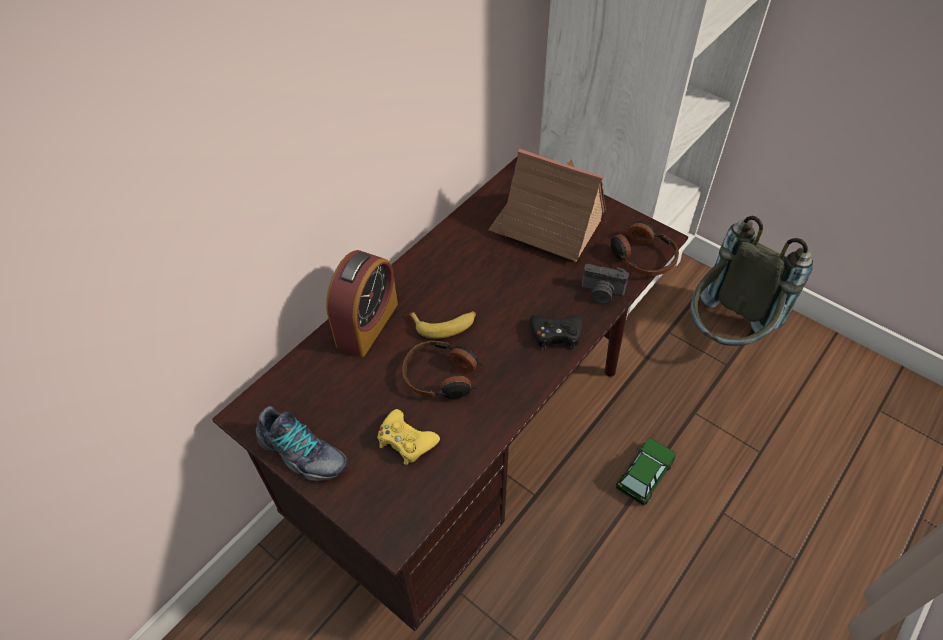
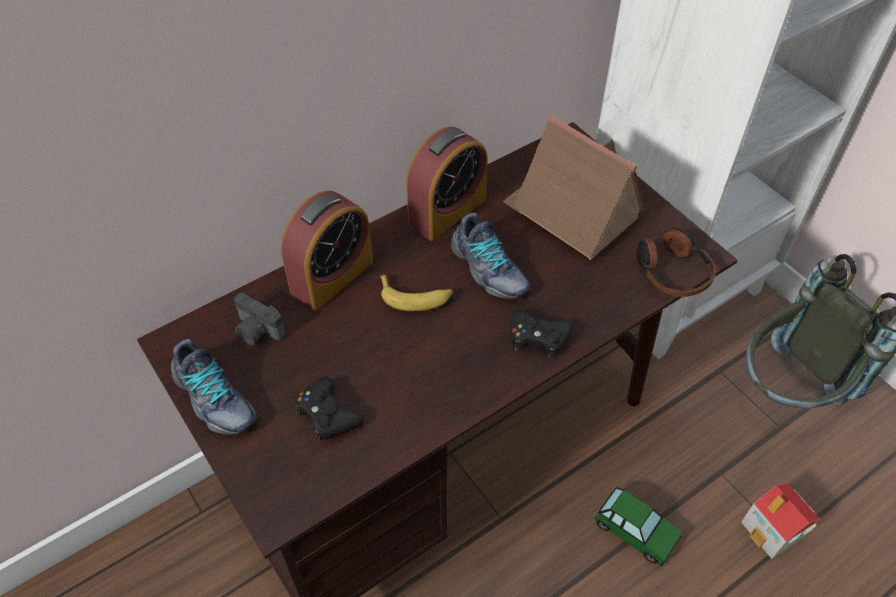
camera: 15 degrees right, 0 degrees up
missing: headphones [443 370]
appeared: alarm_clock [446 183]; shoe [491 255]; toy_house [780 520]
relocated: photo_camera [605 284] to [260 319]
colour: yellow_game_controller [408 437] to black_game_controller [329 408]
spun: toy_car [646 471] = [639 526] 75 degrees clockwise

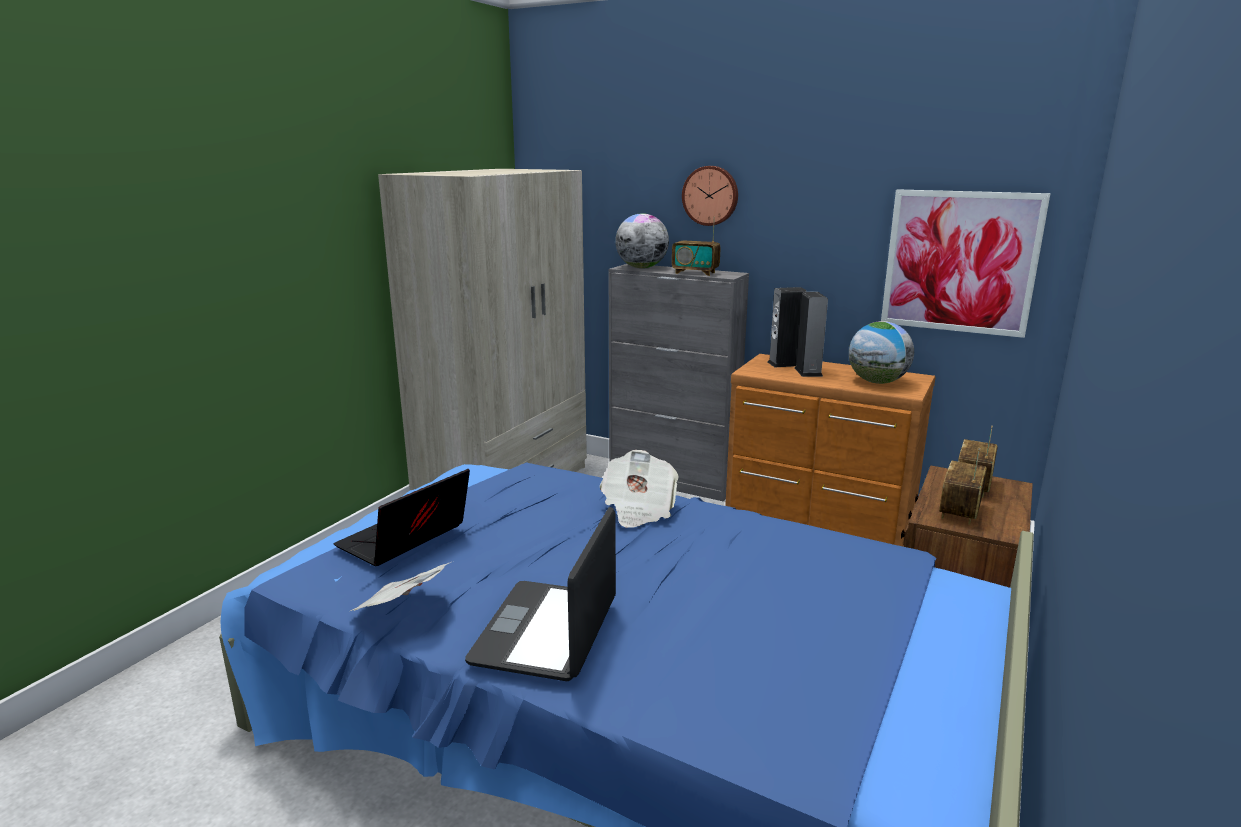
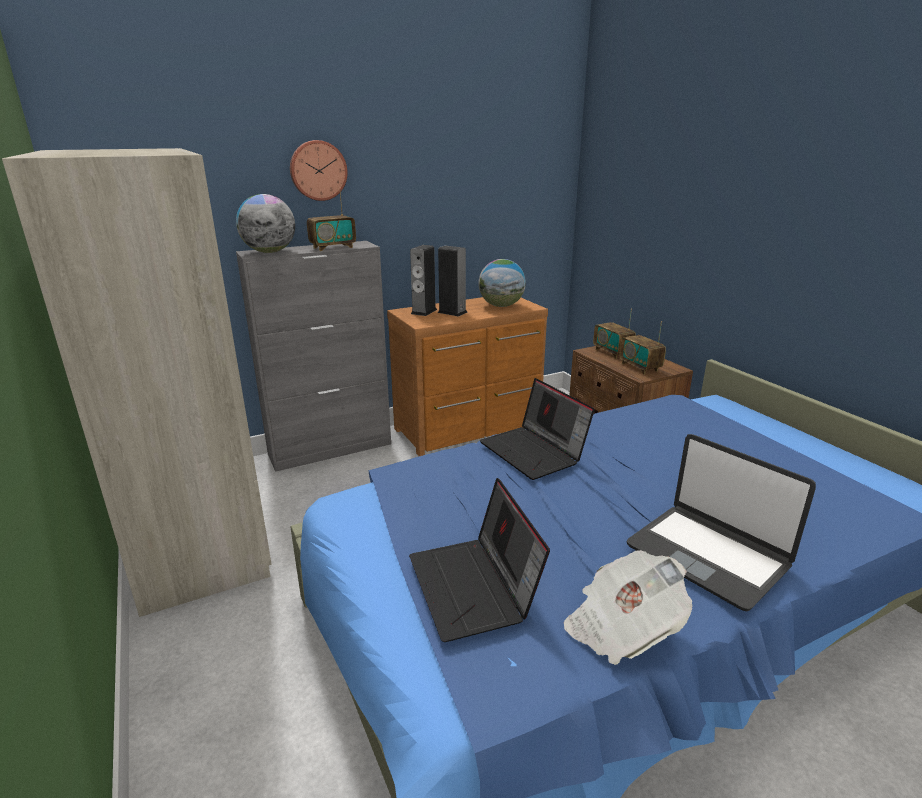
camera: 55 degrees left, 5 degrees up
missing: picture [965 263]
exchanged: newspaper [639 489] to laptop [537 429]

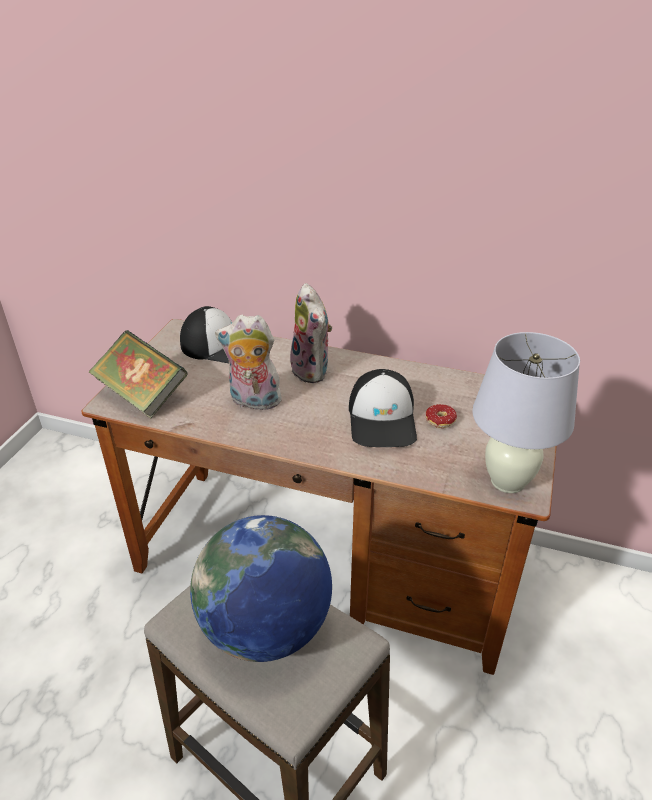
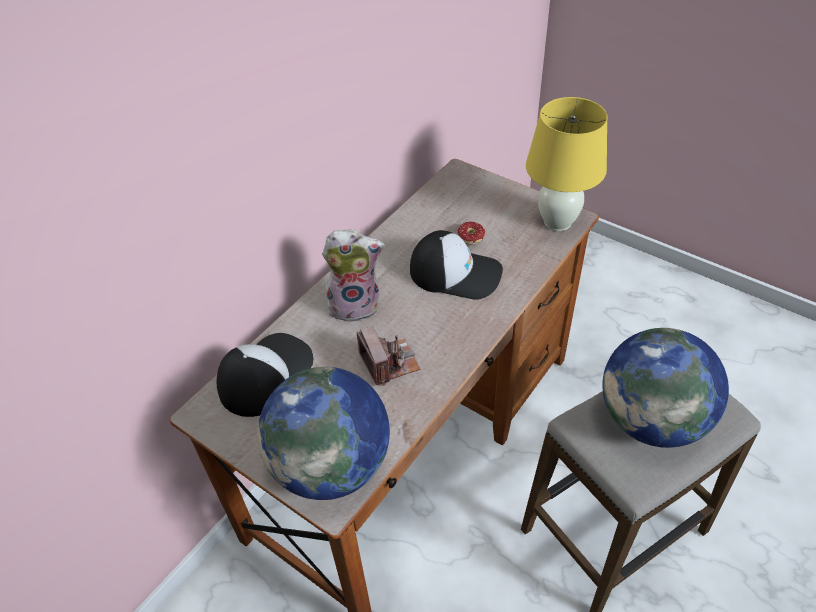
camera: 70 degrees left, 10 degrees up
exchanged: book [138 374] to globe [323 433]; plush_toy [249 362] to photo_camera [388 356]
colour: white_table_lamp [526 412] to yellow_table_lamp [567 164]

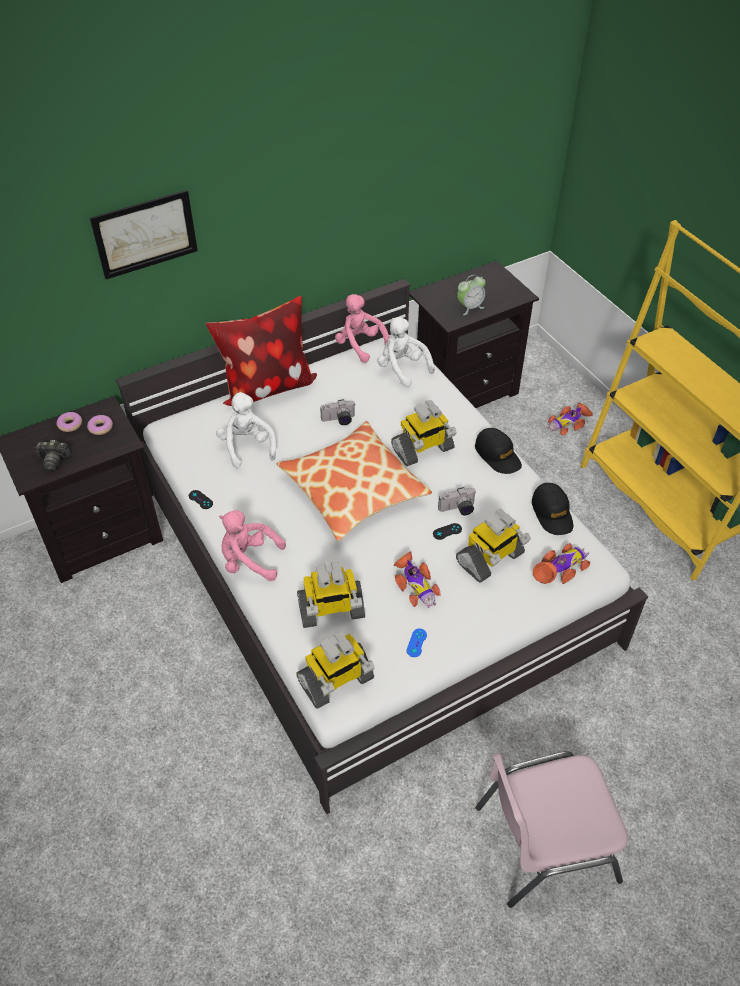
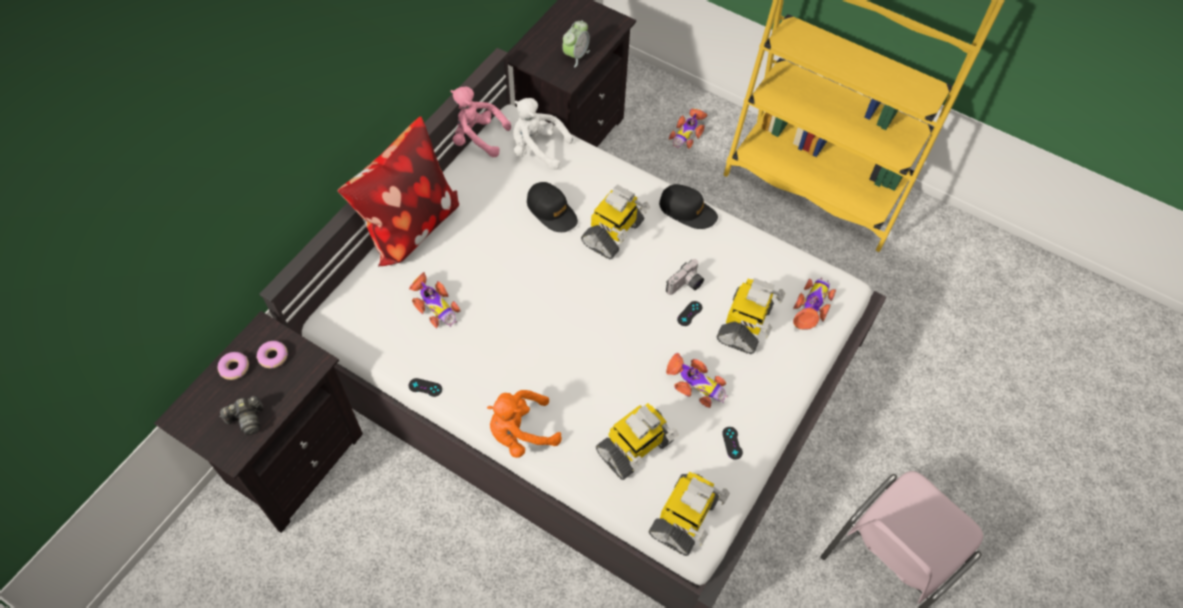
camera: 30 degrees left, 10 degrees up
missing: picture [144 234]; pillow [354 481]; photo_camera [338 412]
relocated: black_cap [552 509] to [552 207]
exchanged: white_plush_toy [246 430] to toy_car [435 300]
colour: pink_plush_toy [252 545] to orange_plush_toy [524 424]; blue_game_controller [417 642] to black_game_controller [732 443]

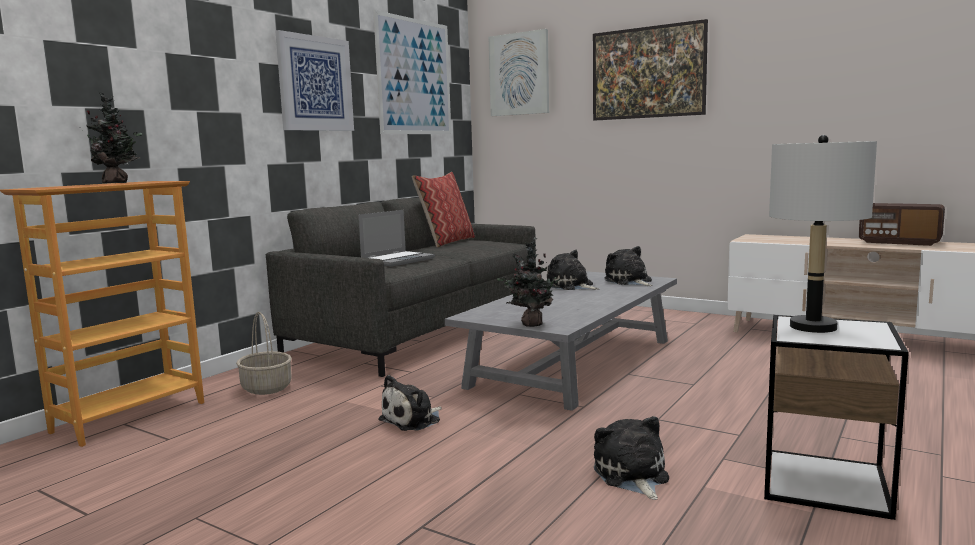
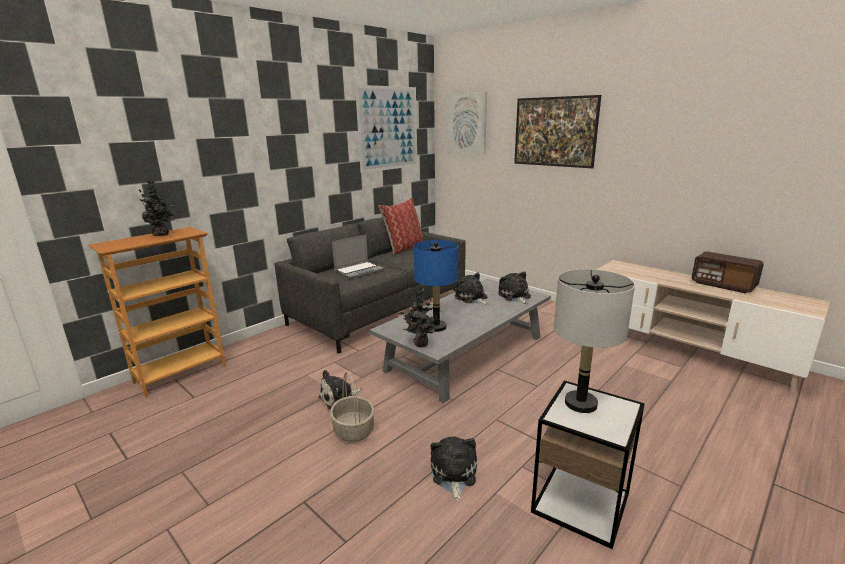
camera: 10 degrees right, 10 degrees up
missing: picture [315 80]
appeared: blue_table_lamp [436 286]
relocated: basket [264 353] to [352 407]

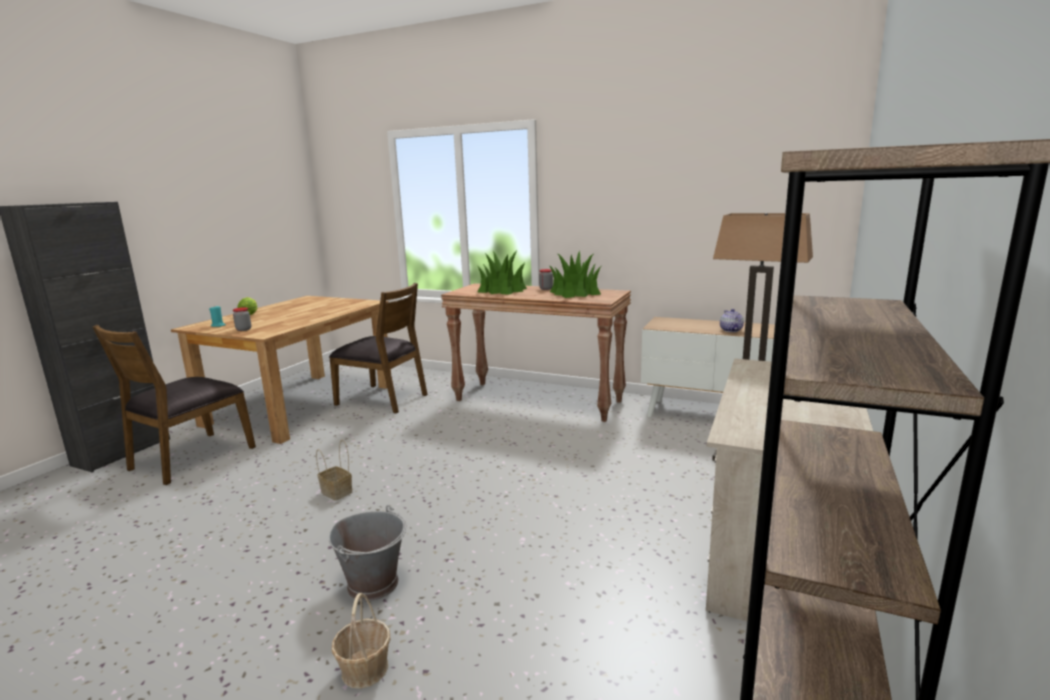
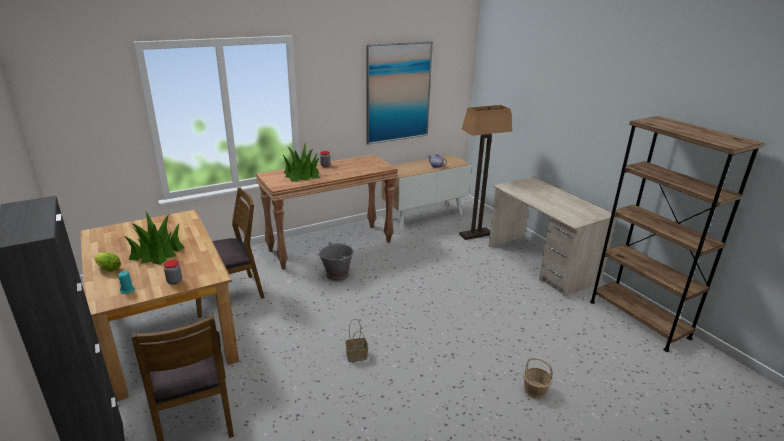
camera: 55 degrees left, 10 degrees up
appeared: picture [399 92]
relocated: potted_plant [575 274] to [154 238]; grey_bucket [367 553] to [336 261]

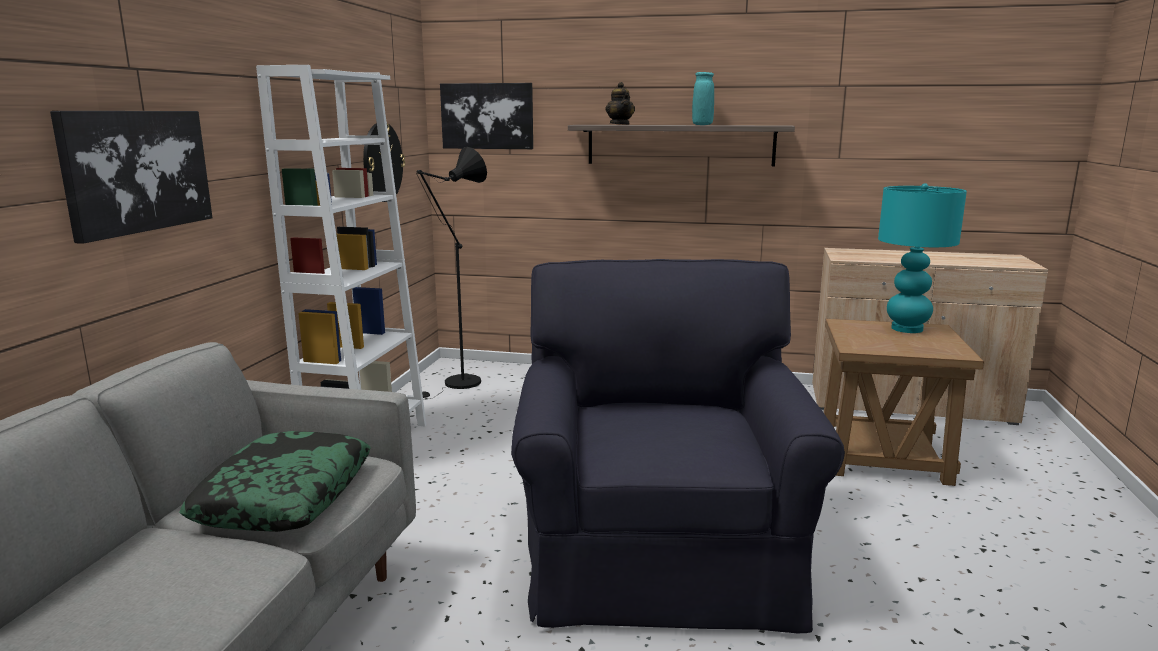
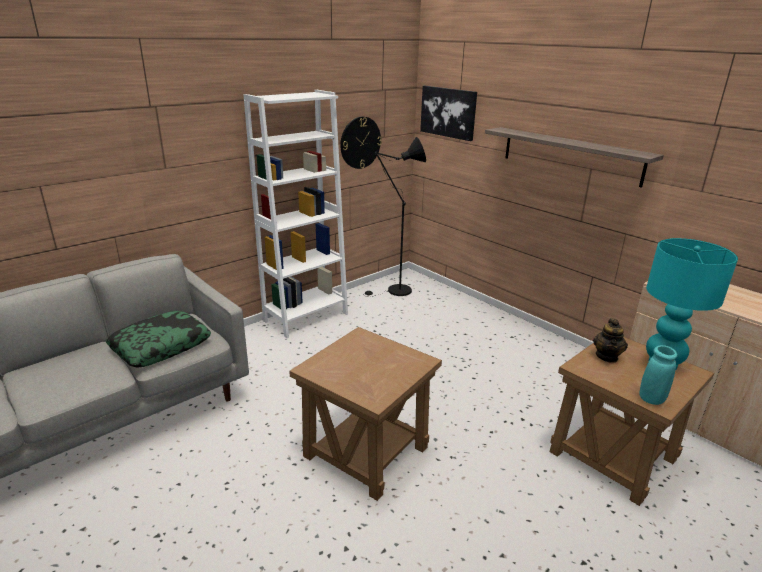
camera: 35 degrees right, 10 degrees up
missing: picture [131 177]
relocated: teapot [620 103] to [610 340]; turquoise_vase [703 98] to [658 375]
exchanged: black_armchair [678 446] to brown_side_table [365 414]

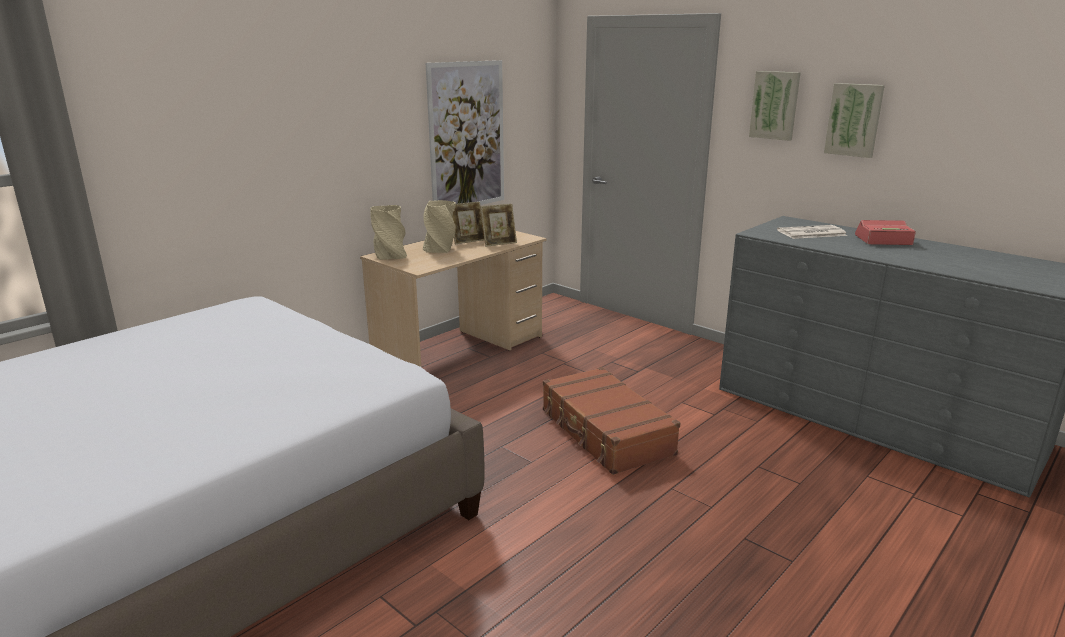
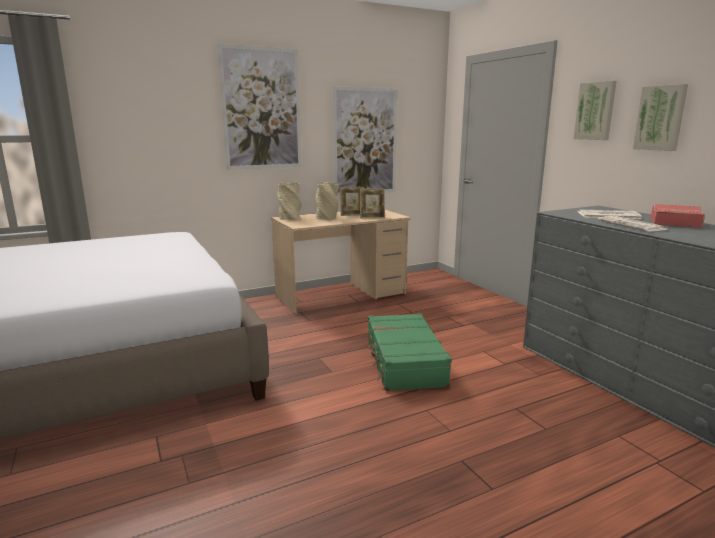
camera: 20 degrees right, 5 degrees down
appeared: picture [259 107]; newspaper [633 223]
colour: brown_suitcase [611 421] to green_suitcase [408 352]

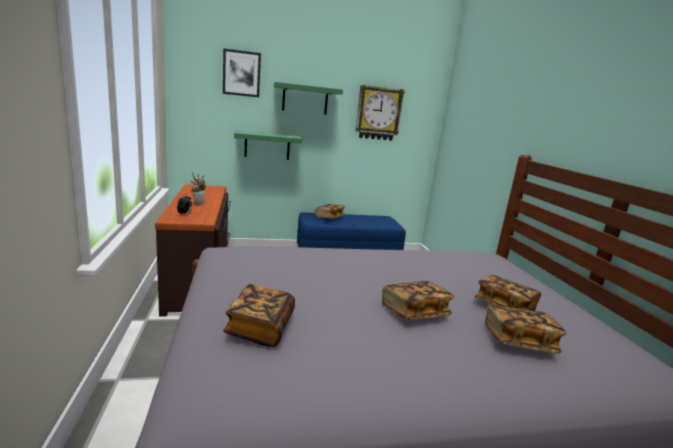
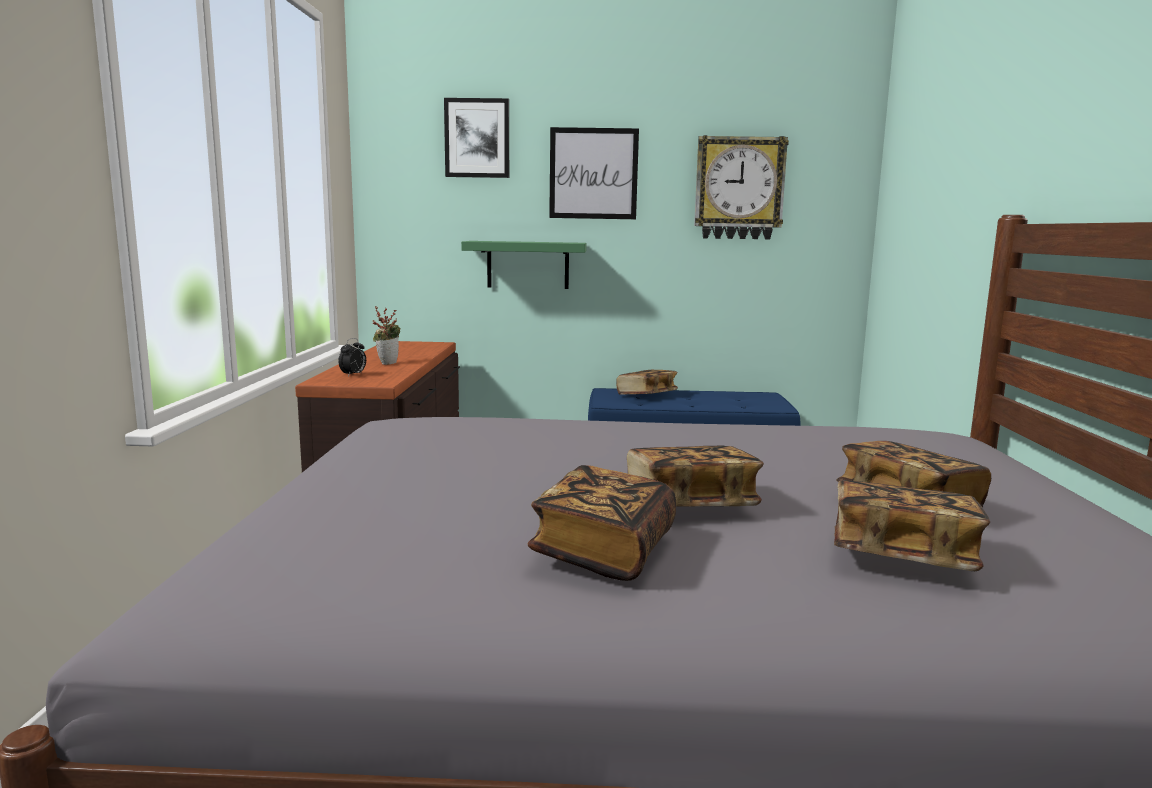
camera: 15 degrees right, 5 degrees down
relocated: book [259 315] to [602 523]
exchanged: green_shelf [308 98] to picture [594 173]

